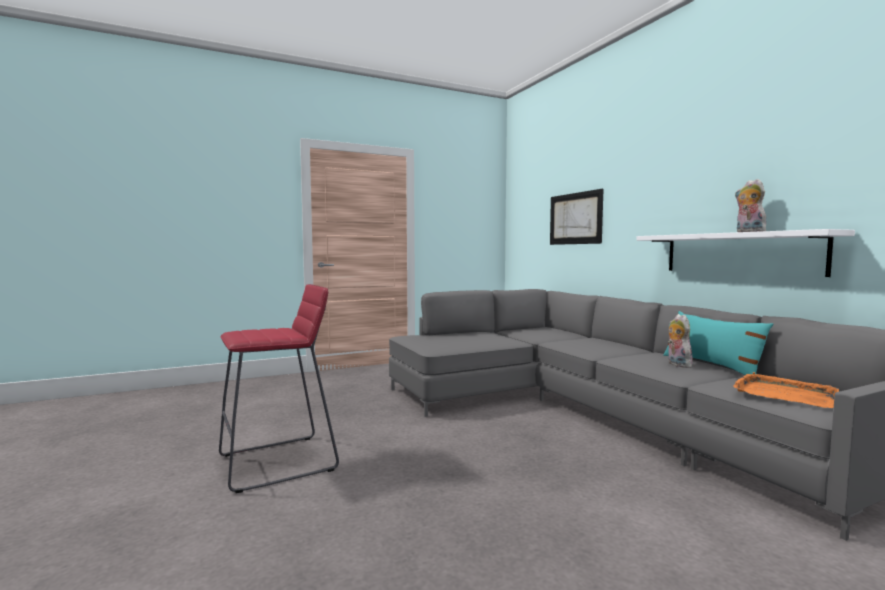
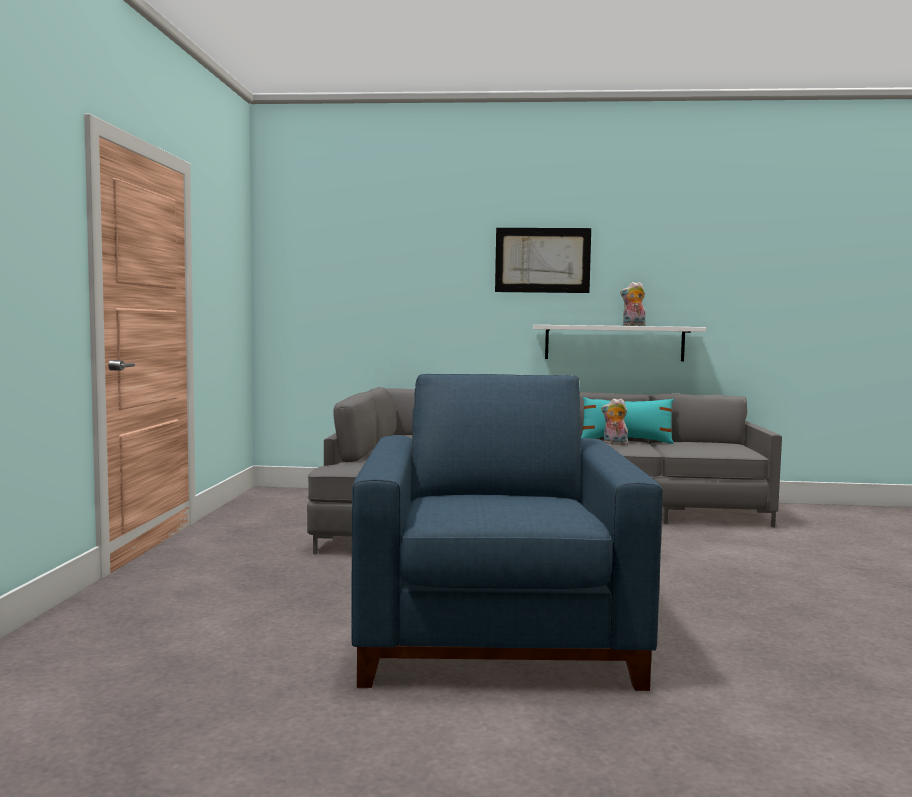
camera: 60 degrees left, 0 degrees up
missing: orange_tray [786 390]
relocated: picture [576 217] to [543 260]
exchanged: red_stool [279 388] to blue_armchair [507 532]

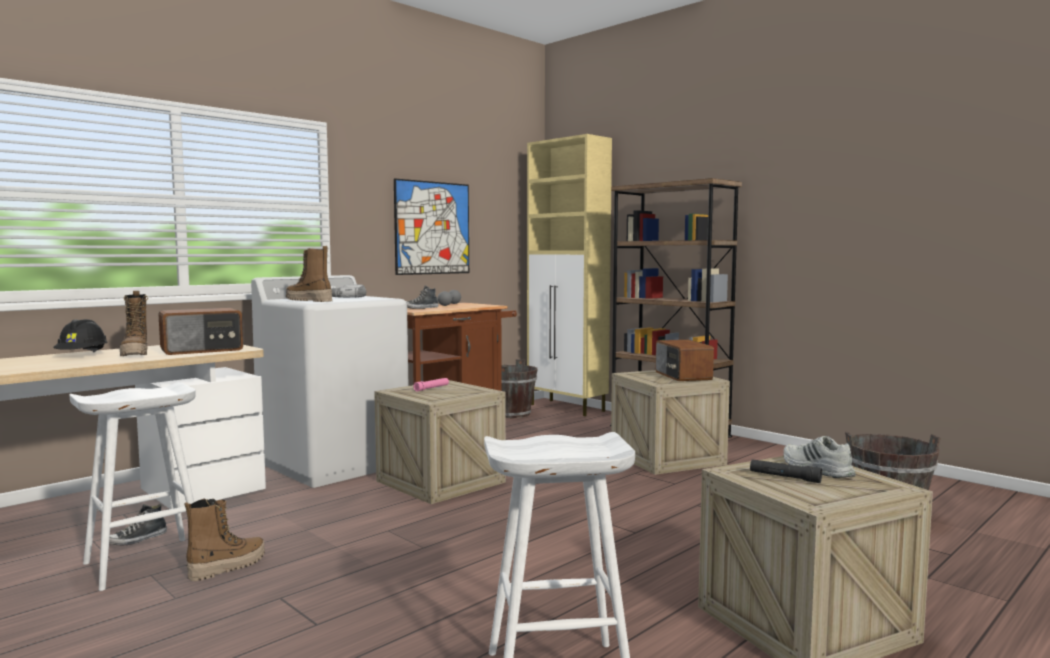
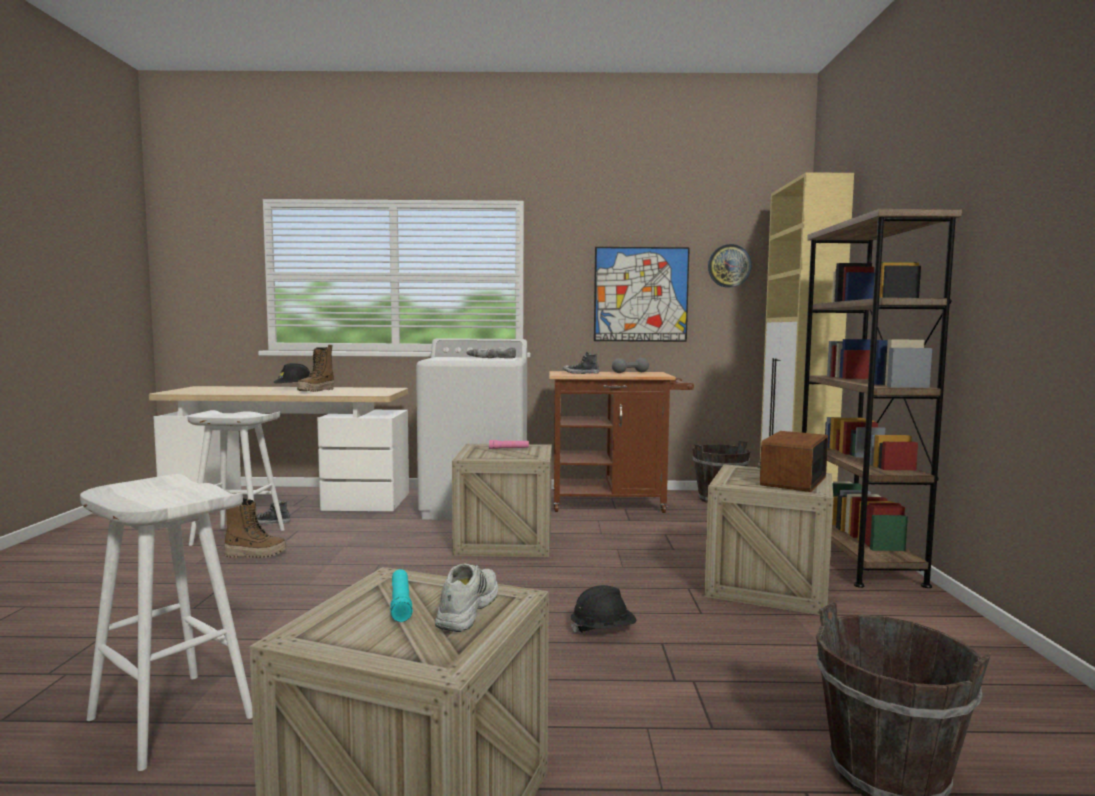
camera: 45 degrees right, 0 degrees up
missing: radio [200 331]; boot [309 274]
appeared: black_hard_hat [603 609]; wall_clock [730 266]
colour: black_flashlight [786 471] to turquoise_flashlight [401 595]

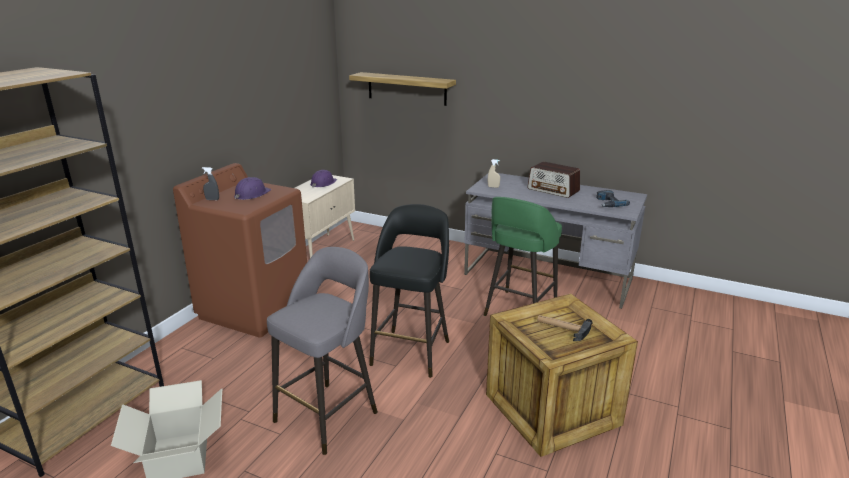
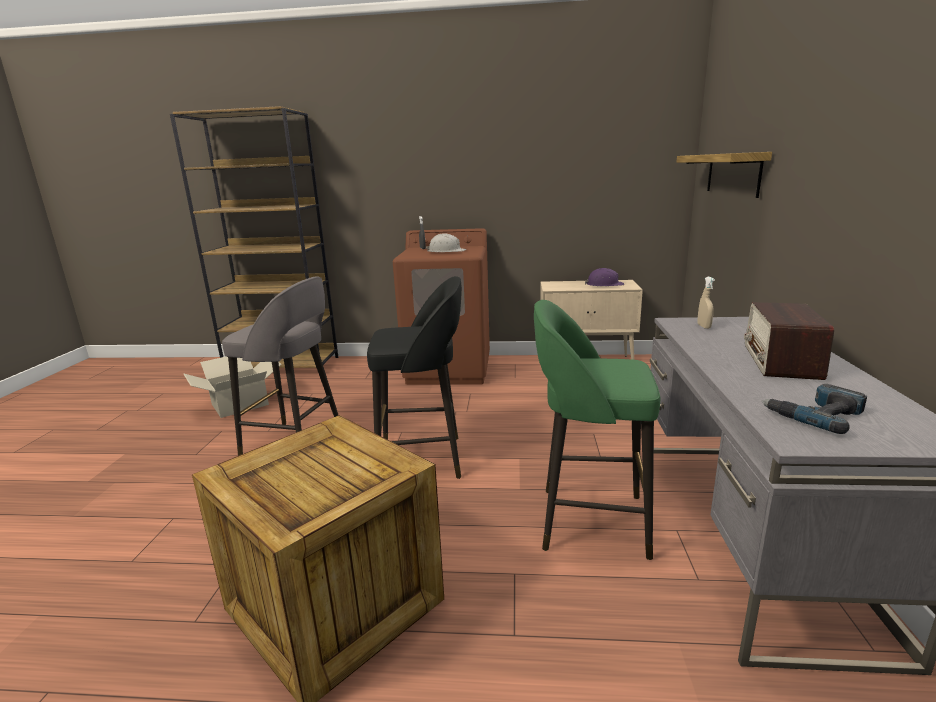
camera: 70 degrees right, 5 degrees down
missing: hammer [564 328]
colour: purple_hard_hat [252 188] to white_hard_hat [446 242]

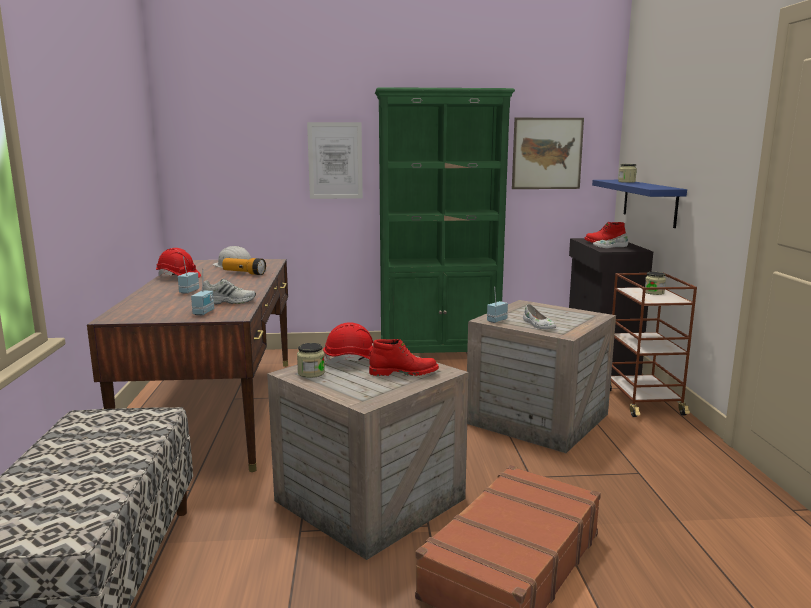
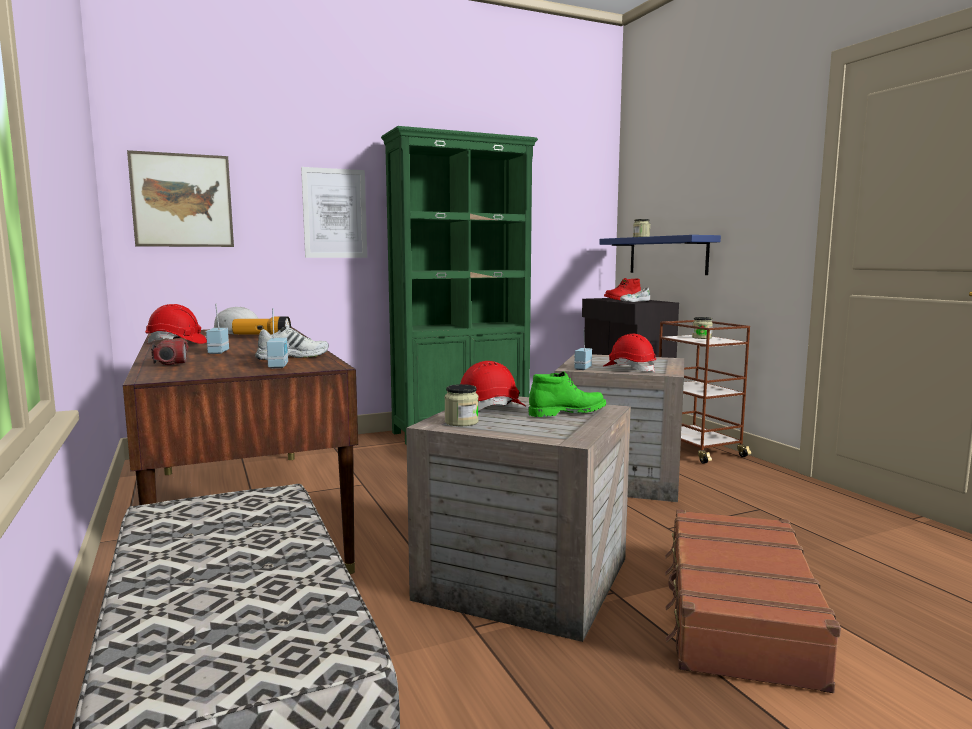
camera: 20 degrees left, 5 degrees down
appeared: flashlight [170 352]
relocated: picture [548 153] to [180 198]
exchanged: white_shoe [539 316] to red_hard_hat [630 353]
colour: red_boot [404 357] to green_boot [567 394]

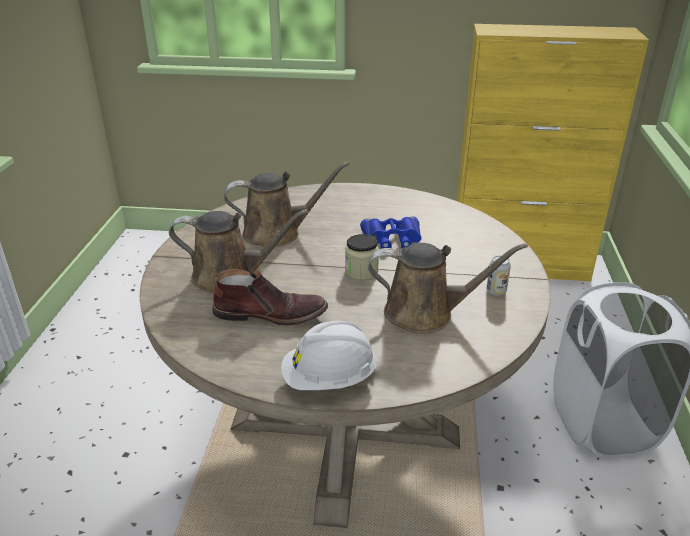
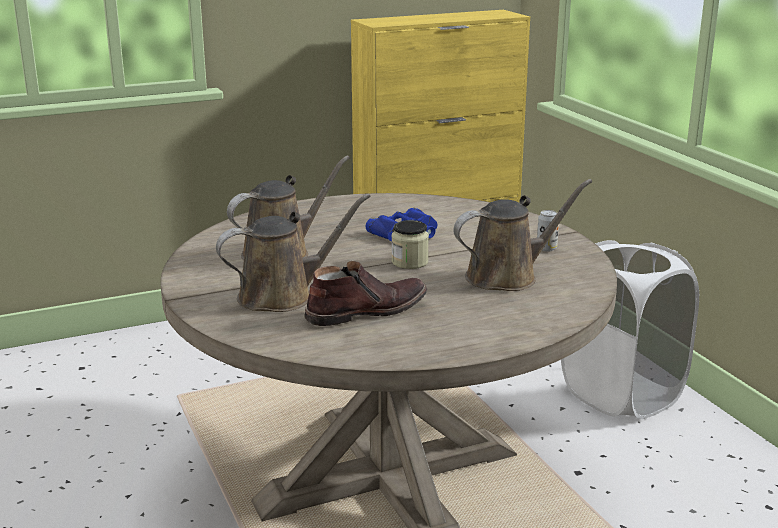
camera: 30 degrees left, 10 degrees down
missing: white_hard_hat [329 355]

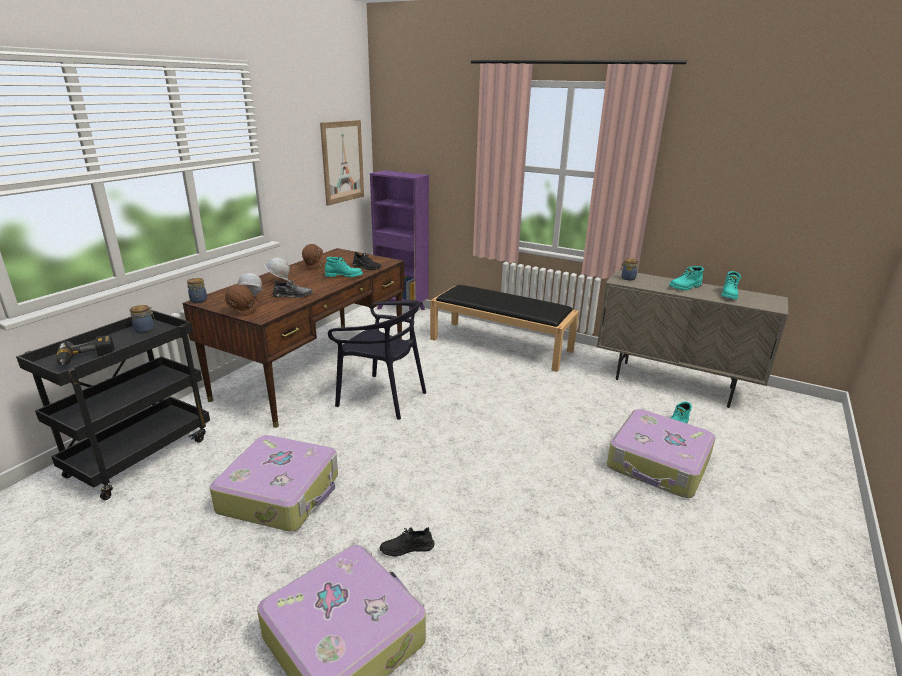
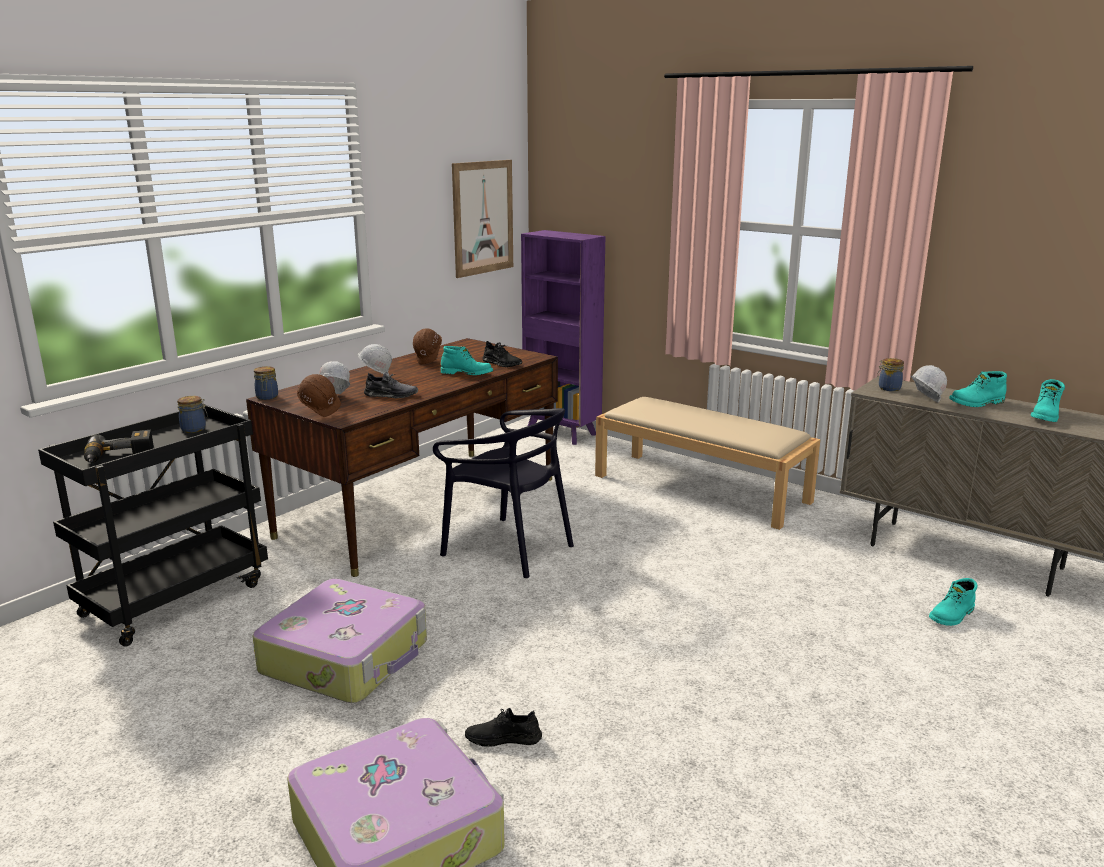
camera: 10 degrees right, 5 degrees down
missing: suitcase [661 453]
appeared: white_hard_hat [929 384]
colour: black_bench [504 328] to beige_bench [708 463]

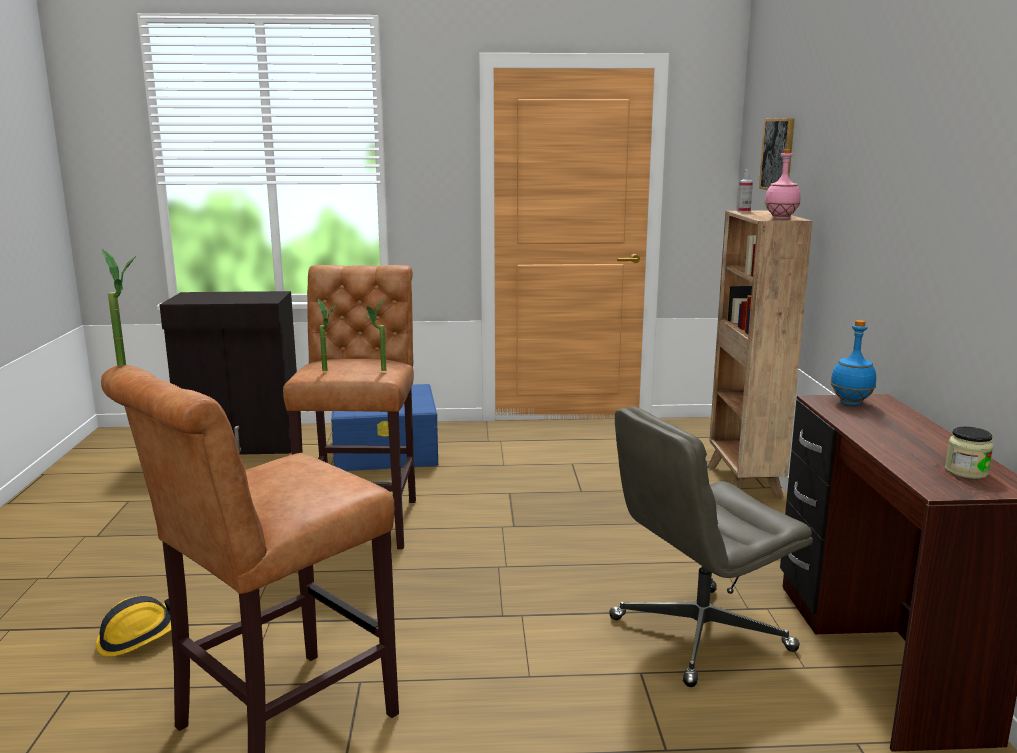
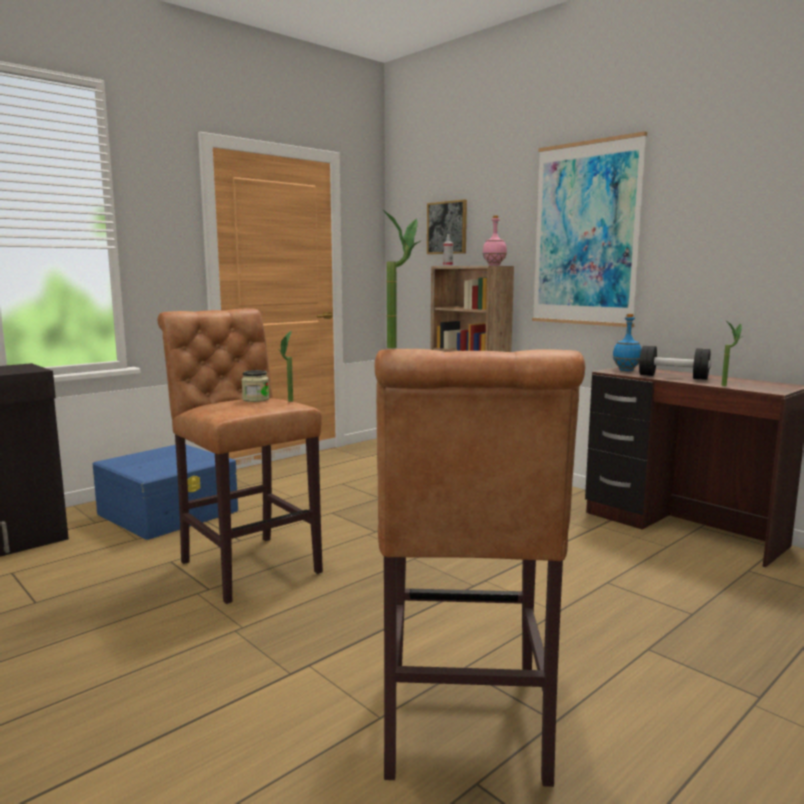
camera: 40 degrees left, 5 degrees down
missing: hard_hat [142 626]; grey_office_chair [711 546]
appeared: picture [589 229]; black_dumbbell [675 363]
relocated: jar [969 453] to [255 386]; potted_plant [327 335] to [732 353]

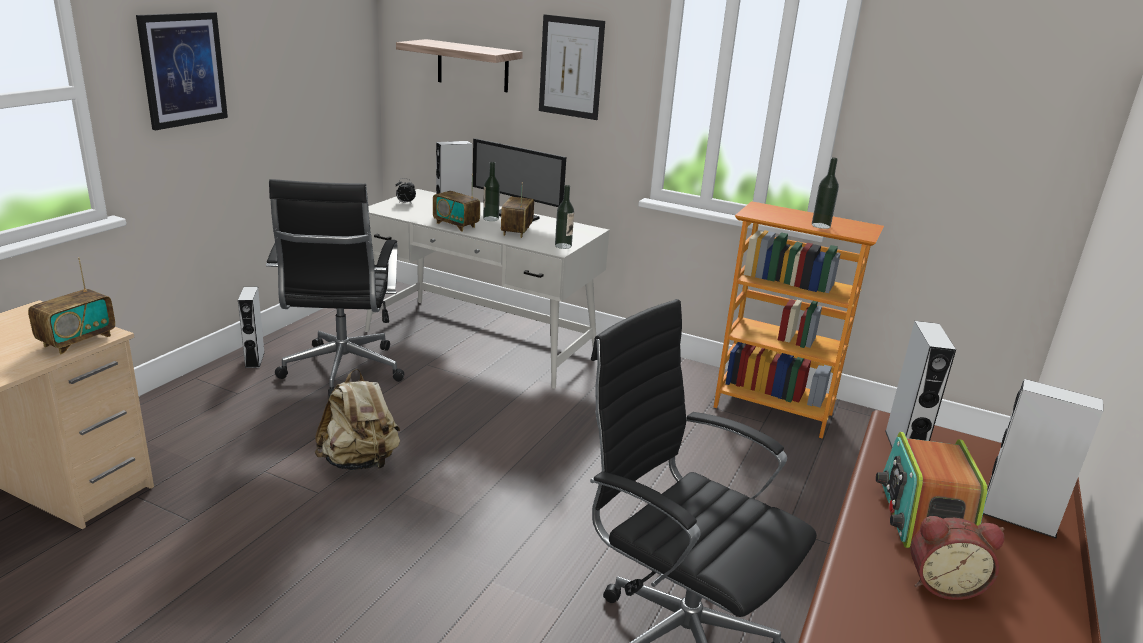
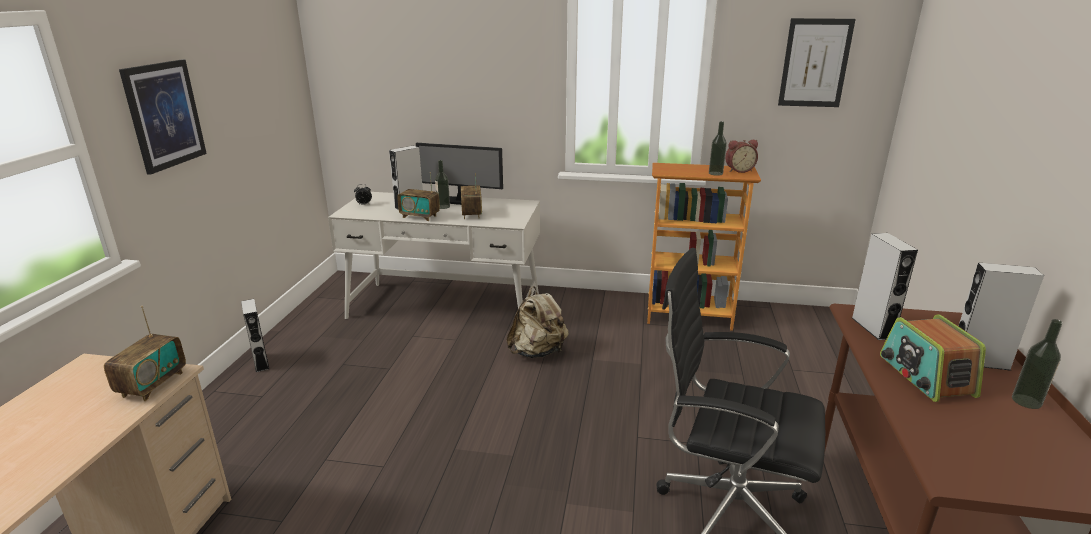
camera: 15 degrees left, 0 degrees up
missing: black_office_chair [335 288]; shelf [459 65]
relocated: beige_backpack [357 419] to [537 322]; alarm_clock [958 558] to [741 156]; picture [572 67] to [817 62]; bottle [564 217] to [1037 364]

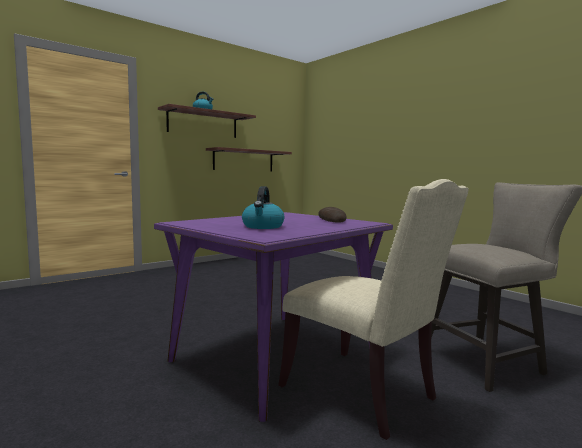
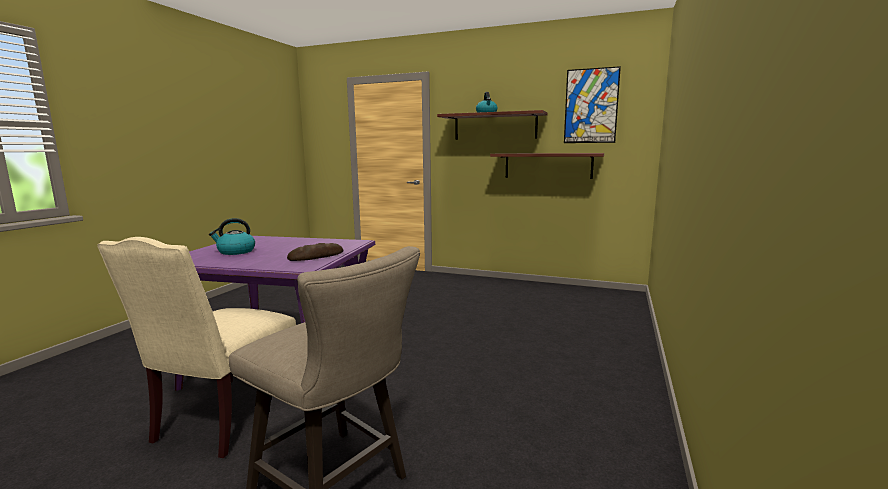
camera: 60 degrees right, 5 degrees up
appeared: picture [592 104]

